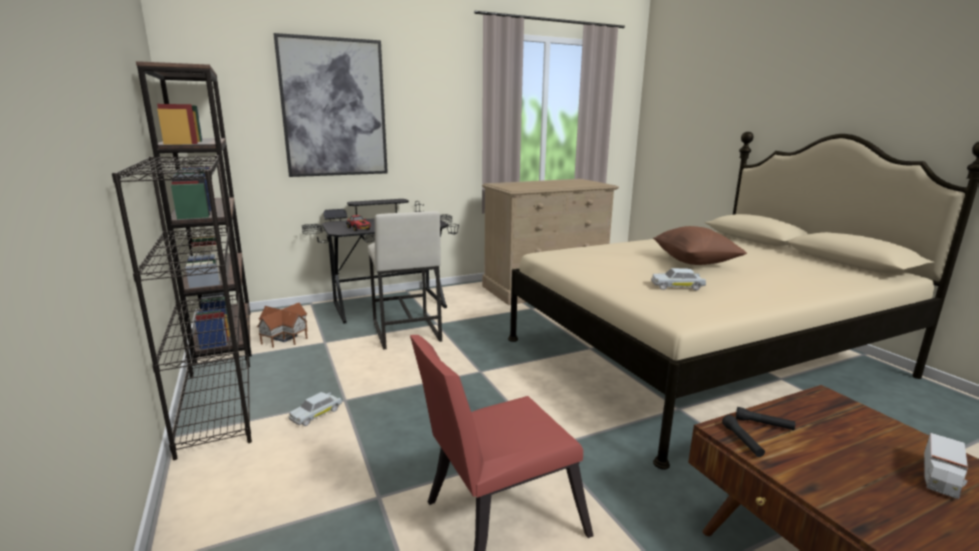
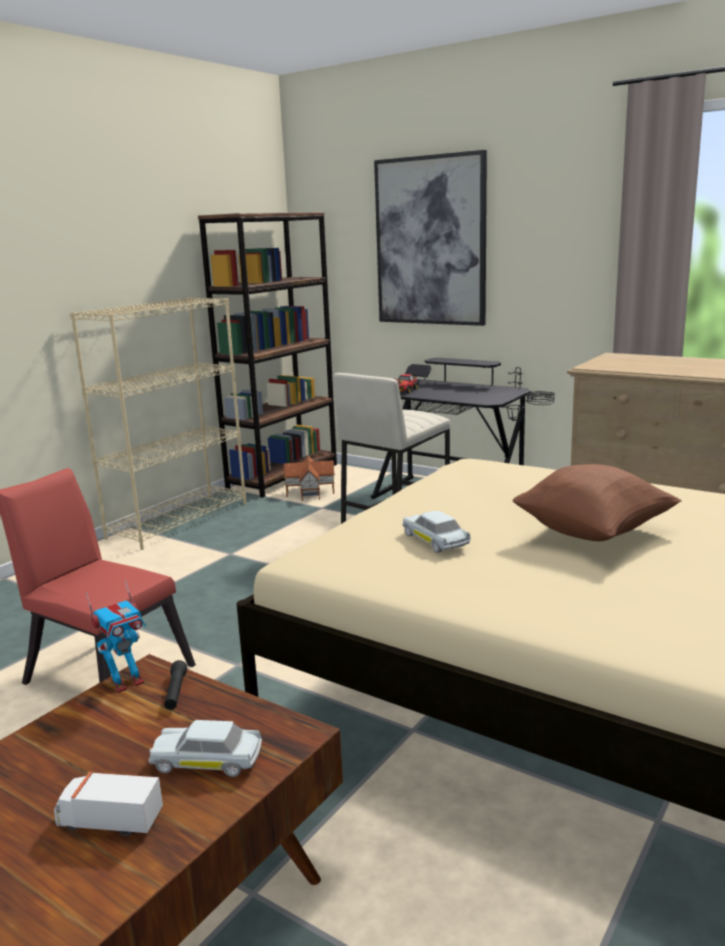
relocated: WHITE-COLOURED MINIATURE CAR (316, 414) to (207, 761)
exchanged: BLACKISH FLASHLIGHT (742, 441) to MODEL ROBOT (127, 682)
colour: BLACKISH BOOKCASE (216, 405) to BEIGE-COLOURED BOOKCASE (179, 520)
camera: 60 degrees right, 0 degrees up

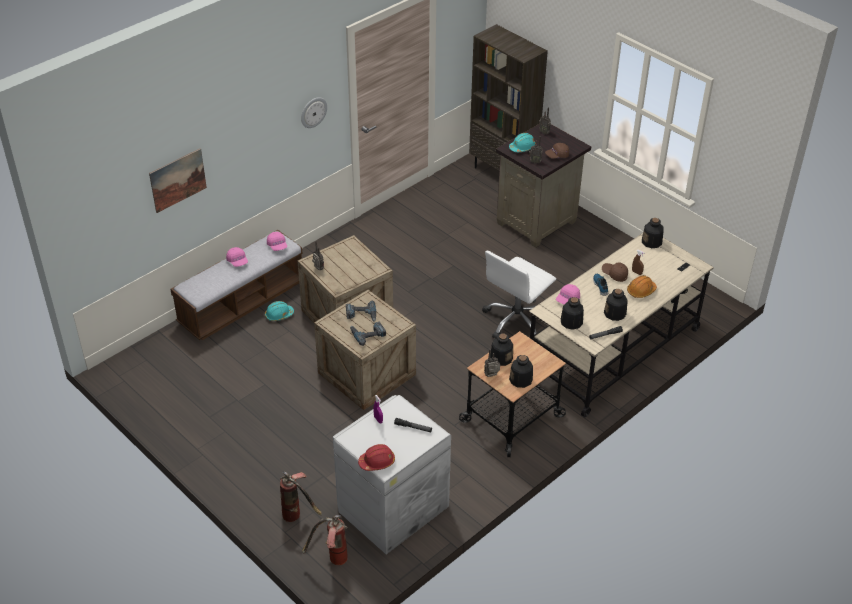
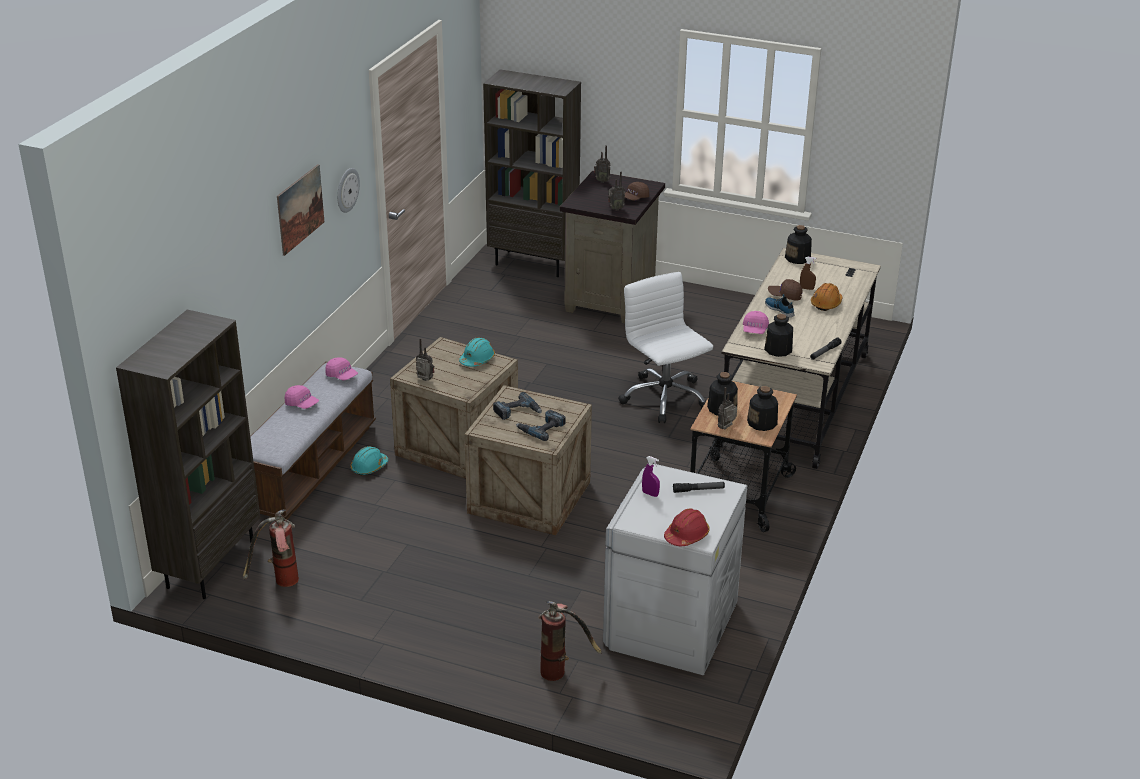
missing: DRINK BOTTLE (615, 314)
appeared: BROWNISH BOOKCASE (210, 565)
relocated: TURQUOISE-COLOURED WORK HELMET (522, 147) to (477, 359); PICTURE (178, 180) to (300, 209); EXTINGUISHER (331, 560) to (279, 584)
spun: WHITE-COLOURED OFFICE CHAIR (516, 320) = (664, 398) 135 degrees clockwise
camera: 25 degrees left, 10 degrees down

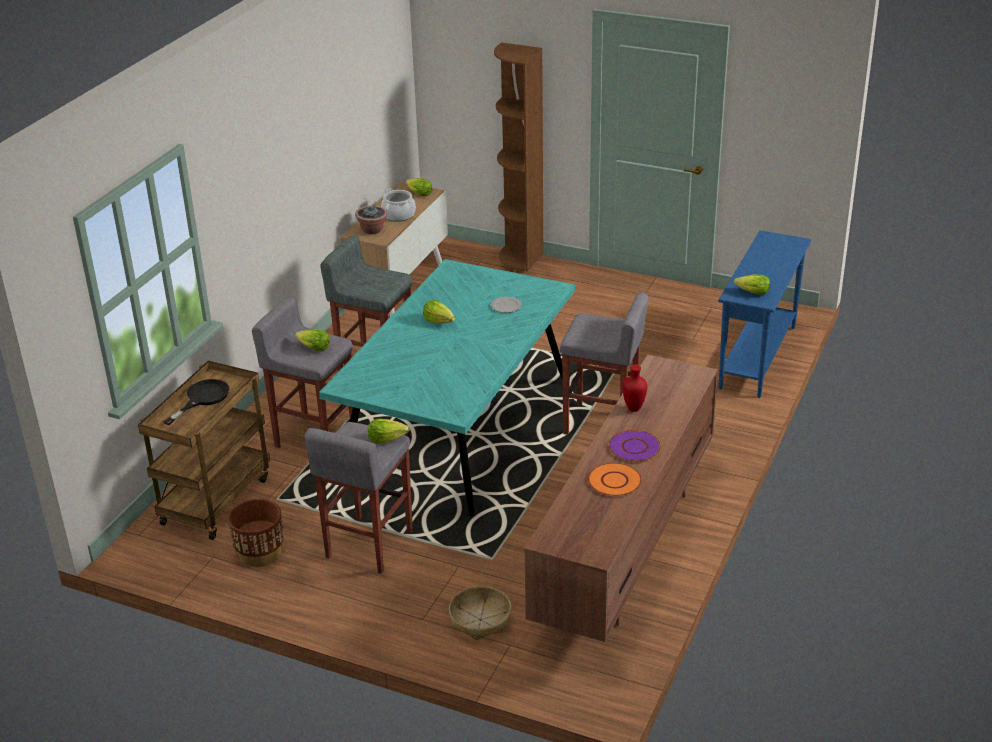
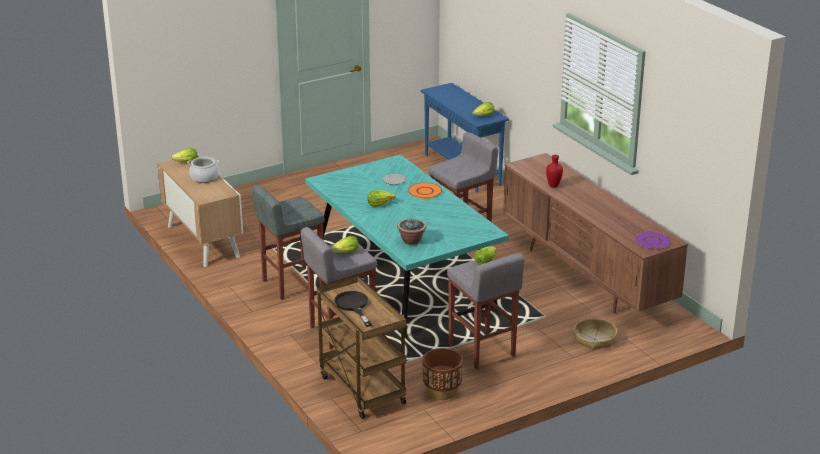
missing: BROWNISH BOOKCASE (518, 263)
relocated: HOUSEPLANT (372, 230) to (411, 241); PURPLISH DINNER PLATE (634, 447) to (652, 241); ORANGE DINNER PLATE (614, 481) to (425, 191)
camera: 55 degrees left, 5 degrees down

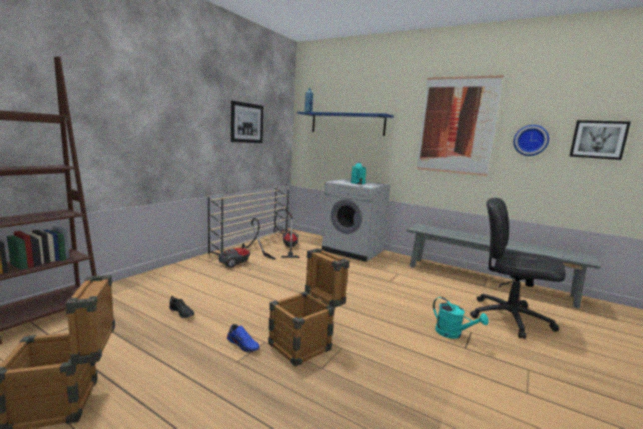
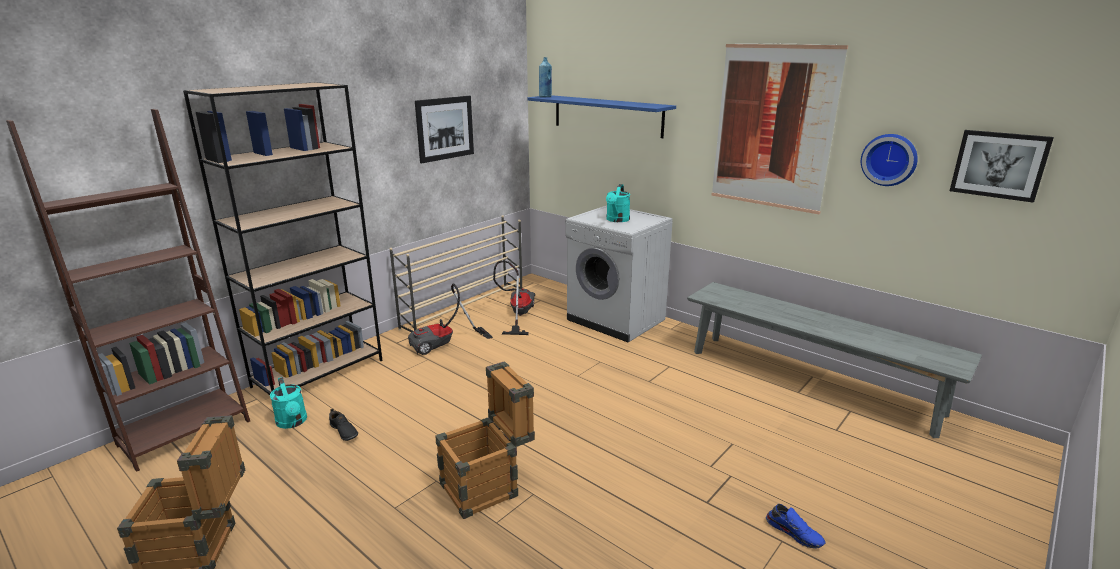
missing: BLACKISH OFFICE CHAIR (509, 317)
appeared: BEIGE-COLOURED BOOKCASE (319, 373)
relocated: TURQUOISE-COLOURED WATERING CAN (453, 334) to (293, 422); BLUE-COLOURED ITEM OF FOOTWEAR (243, 344) to (794, 532)
camera: 10 degrees right, 10 degrees up

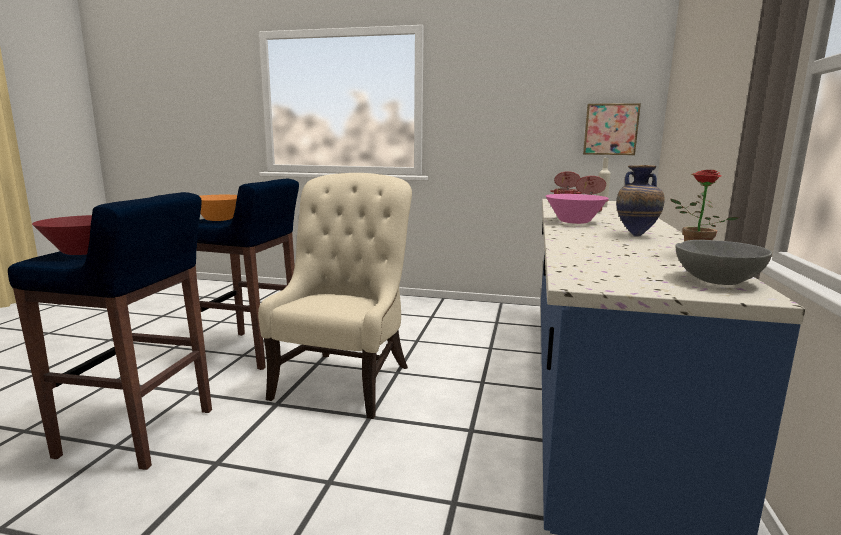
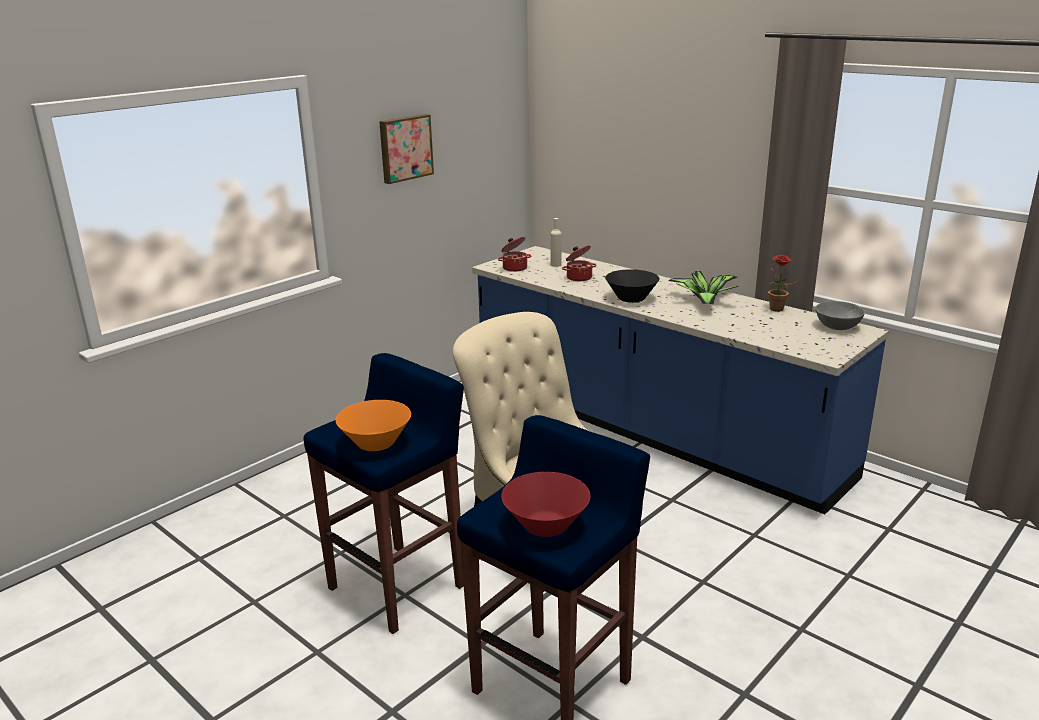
relocated: PICTURE (610, 129) to (405, 148)
exchanged: FLOWER VASE (636, 235) to HOUSEPLANT (704, 300)
colour: PINKISH BOWL (574, 222) to BLACKISH BOWL (631, 299)
camera: 60 degrees left, 10 degrees up

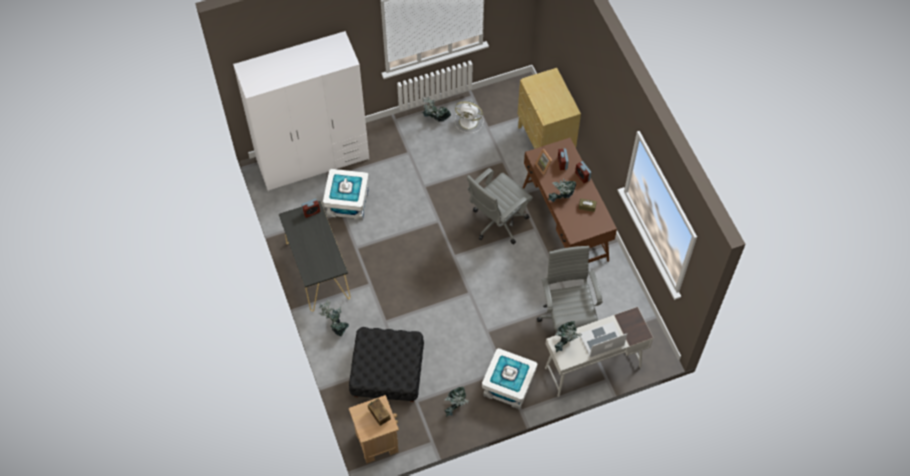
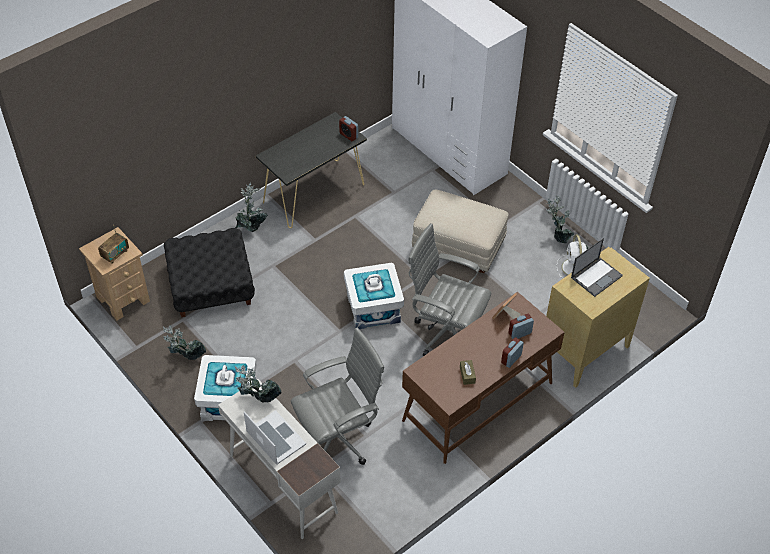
missing: HOUSEPLANT (561, 199)
appeared: BEIGE-COLOURED FOOTREST (458, 246); LAPTOP (596, 276)
relocated: WHITE-COLOURED STORAGE BIN (347, 202) to (373, 308)
camera: 70 degrees right, 10 degrees down

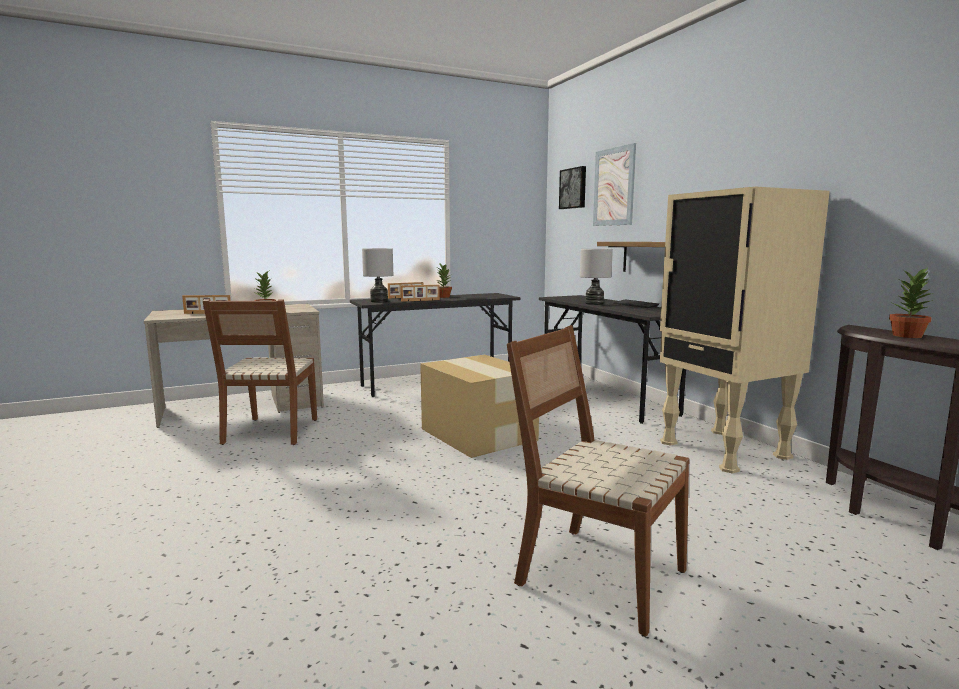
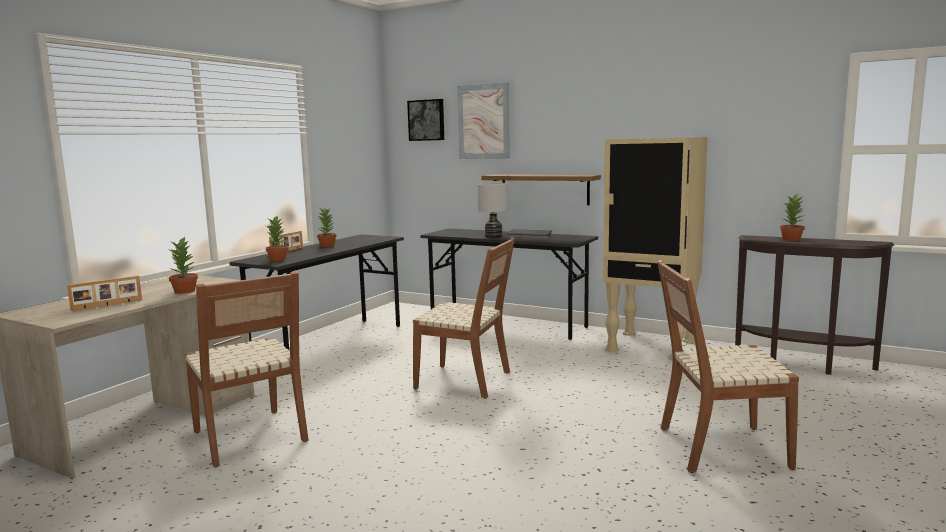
missing: STANDING FRAME (420, 300)
exchanged: GREYISH TABLE LAMP (379, 301) to HOUSEPLANT (278, 259); CARDBOARD BOX (478, 435) to PLAIN CHAIR (467, 382)
camera: 35 degrees left, 0 degrees up

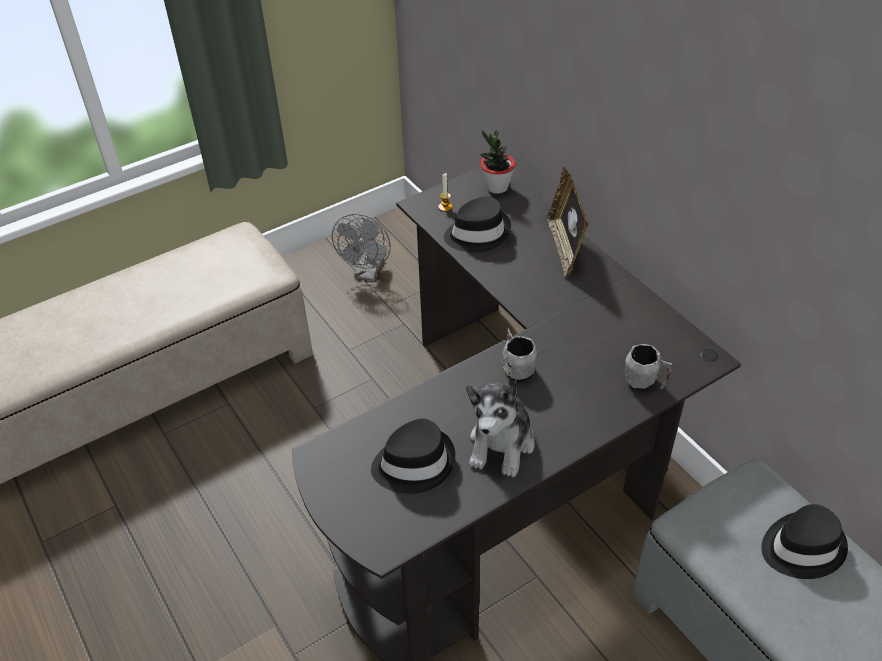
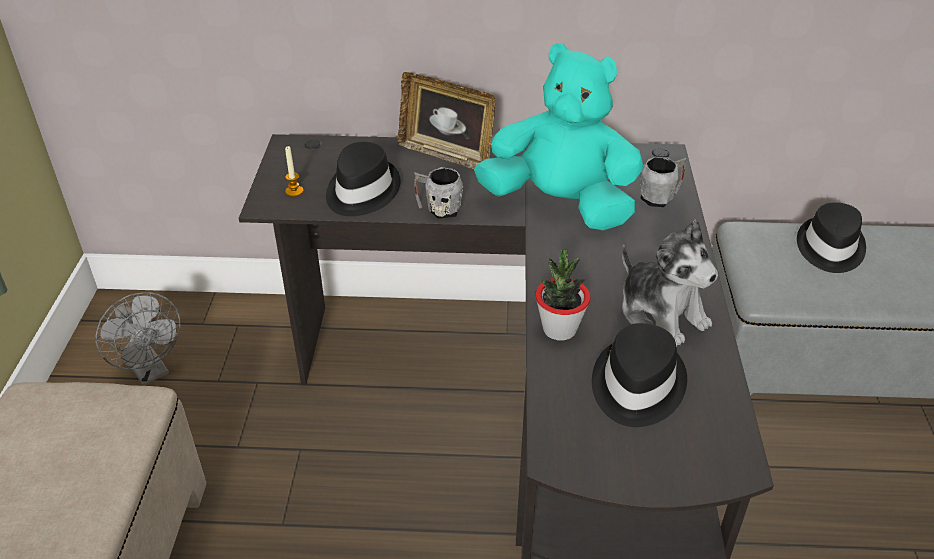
appeared: TURQUOISE-COLOURED CUDDLY TOY (560, 205)
relocated: HOUSEPLANT (497, 187) to (559, 329); GREYISH TEA MUG (516, 368) to (438, 209)
camera: 55 degrees left, 5 degrees down

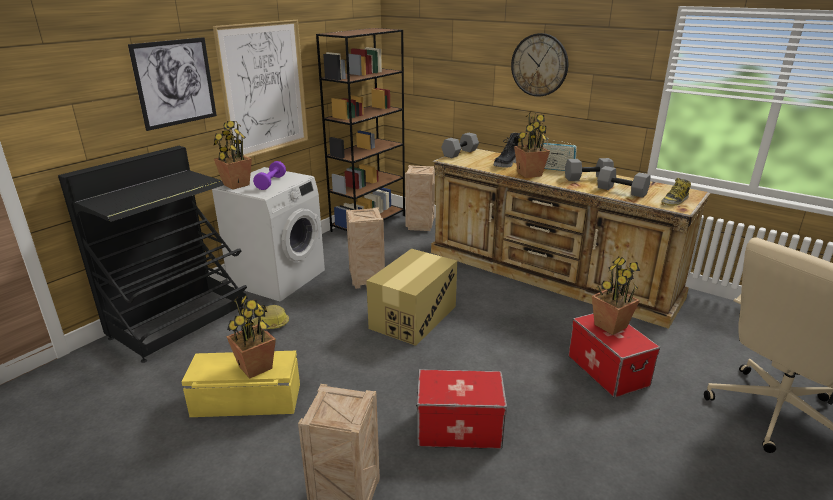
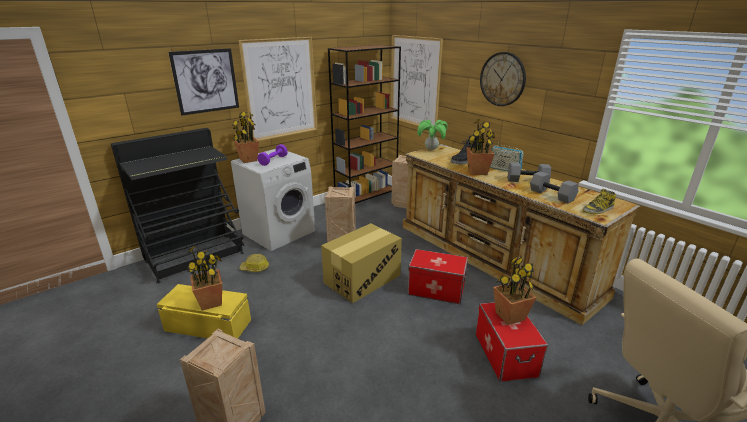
appeared: PICTURE (415, 82)
relocated: STORAGE BIN (459, 428) to (436, 289)
exchanged: GREYISH FREE WEIGHT (460, 153) to HOUSEPLANT (431, 149)
camera: 15 degrees right, 0 degrees up

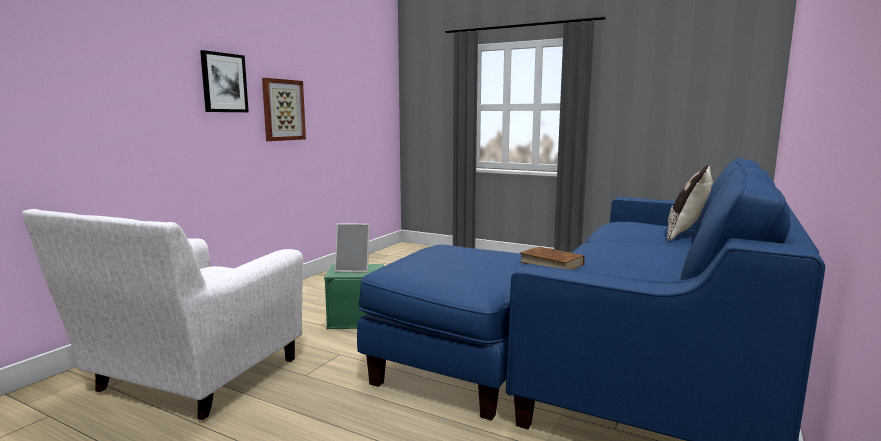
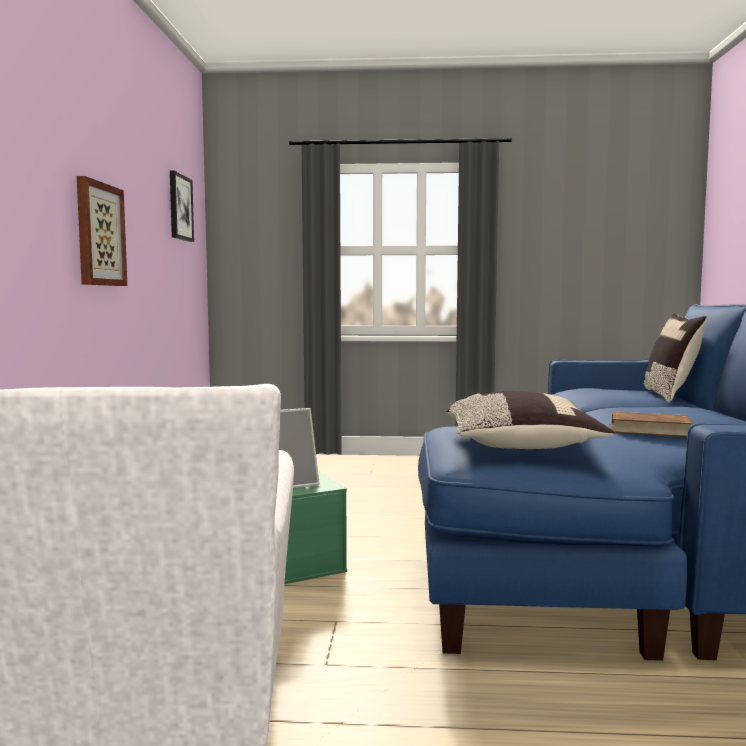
appeared: THROW PILLOW (520, 445)
relocated: PICTURE (224, 83) to (180, 207)
camera: 25 degrees left, 5 degrees down

